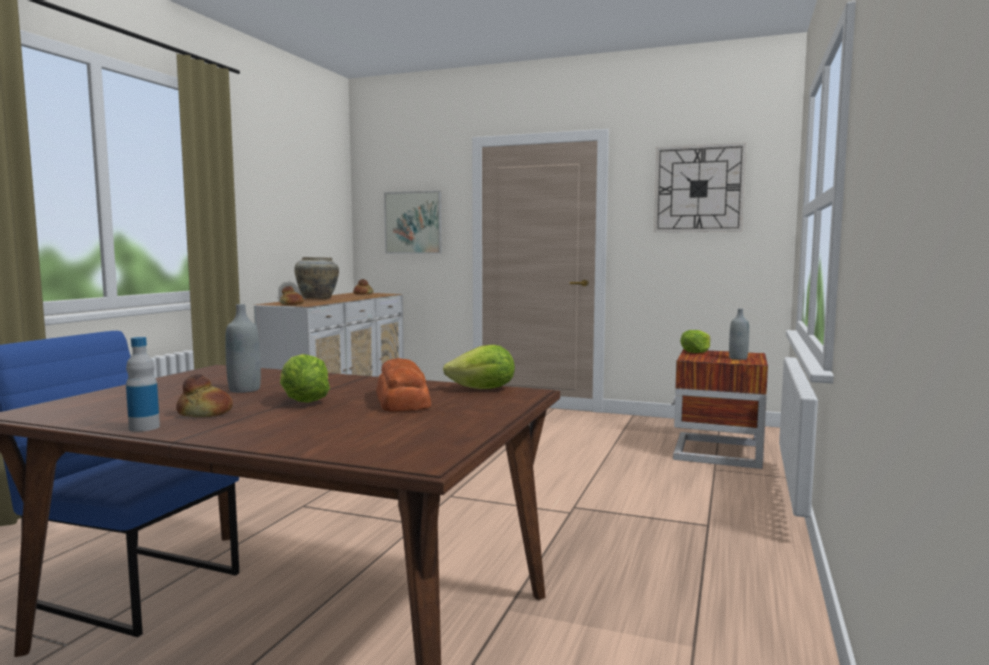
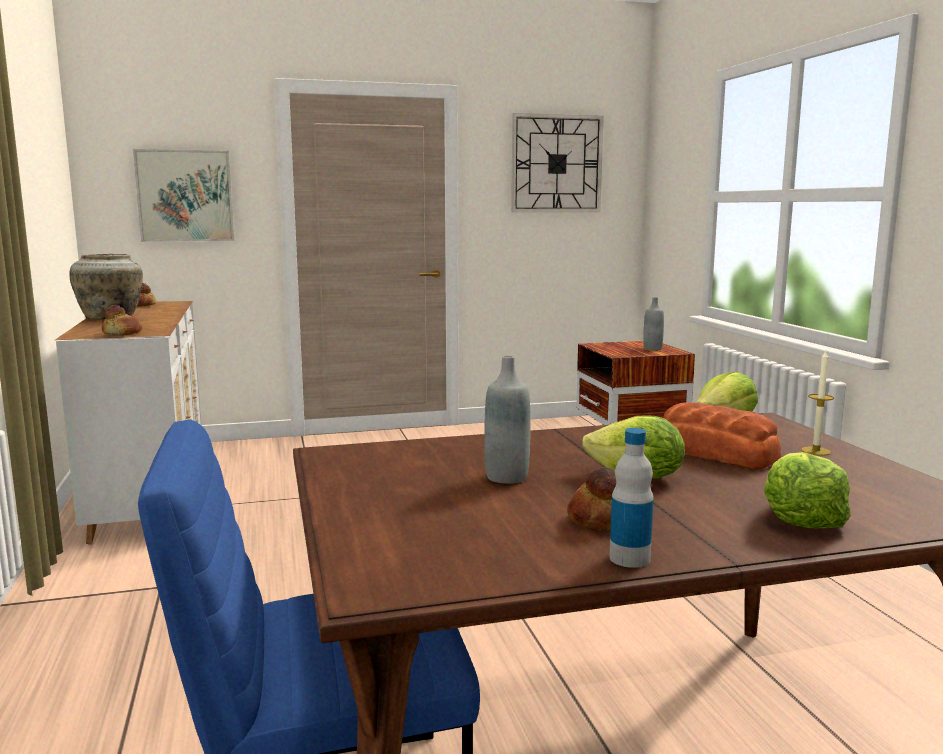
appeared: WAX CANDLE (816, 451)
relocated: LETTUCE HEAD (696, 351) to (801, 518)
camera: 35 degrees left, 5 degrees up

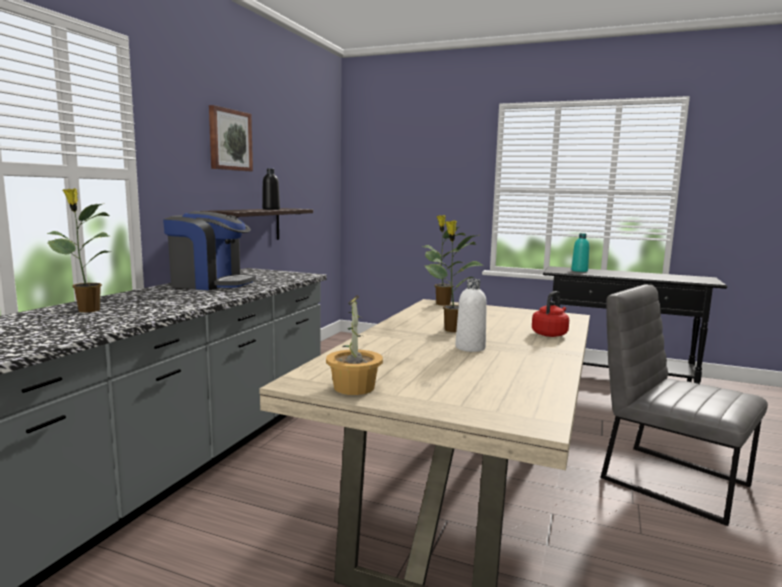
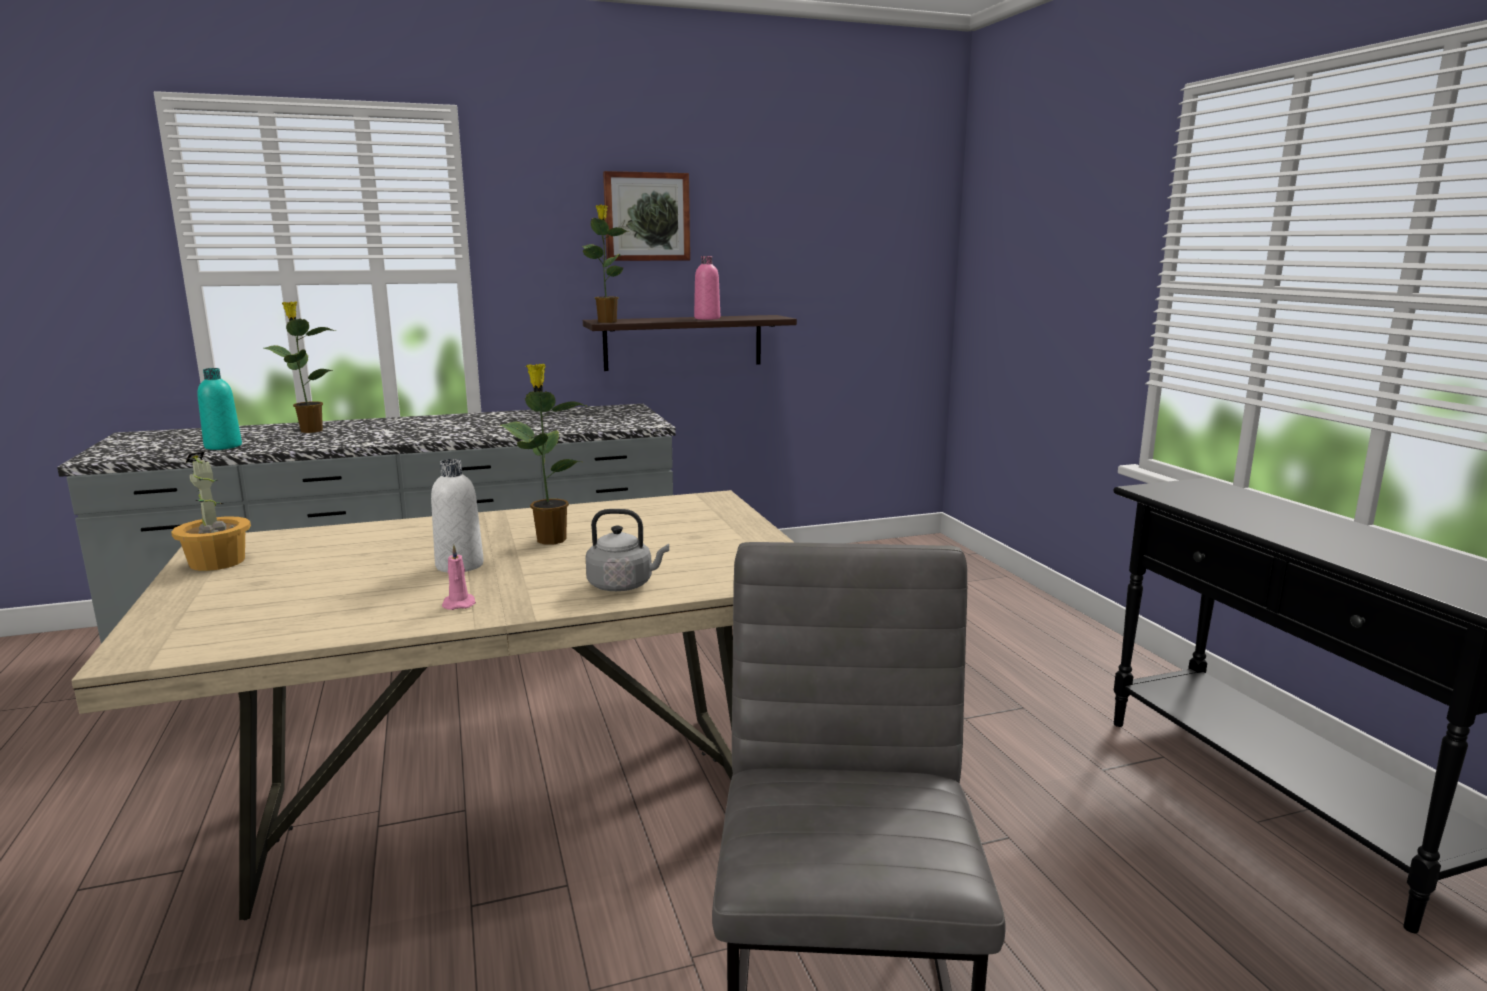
missing: COFFEE MAKER (210, 284)
appeared: PINKISH WAX CANDLE (459, 604)
relocated: HOUSEPLANT (442, 304) to (607, 321); TURQUOISE-COLOURED DRINK BOTTLE (579, 270) to (223, 446)
colour: BLACKISH DRINK BOTTLE (271, 209) to PINKISH DRINK BOTTLE (707, 318); RED WATER KETTLE (550, 334) to GREYISH WATER KETTLE (623, 585)
camera: 50 degrees right, 5 degrees up

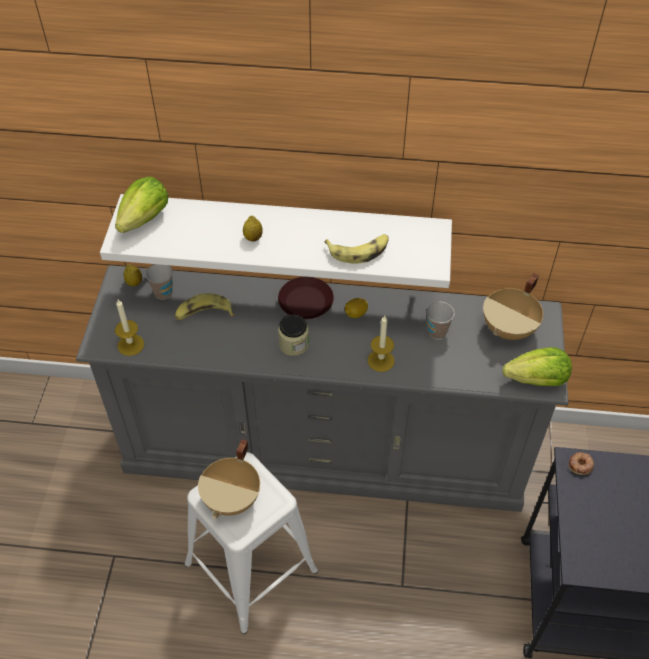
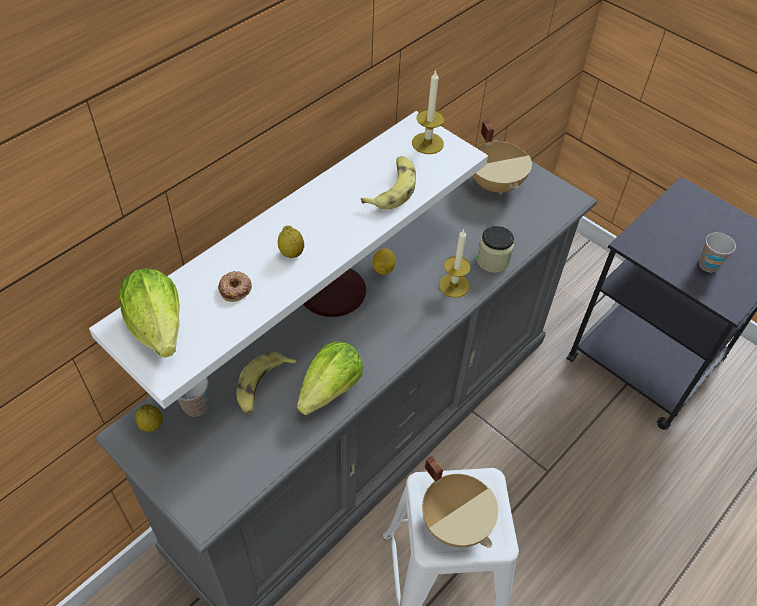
relocated: WAX CANDLE (130, 345) to (427, 143); CUP (437, 332) to (708, 265); STORAGE JAR (294, 344) to (492, 260); LETTUCE HEAD (537, 380) to (330, 390); RING DOUGHNUT (581, 465) to (235, 288)
camera: 55 degrees left, 0 degrees up

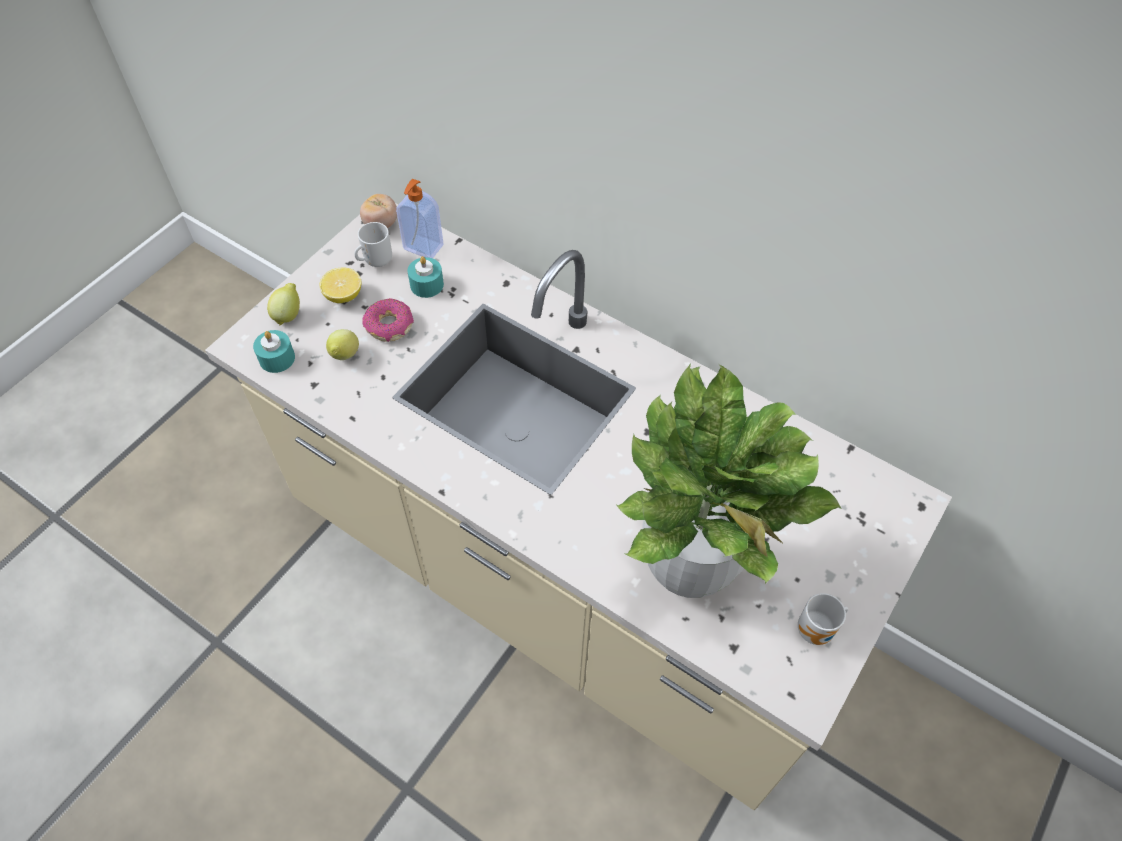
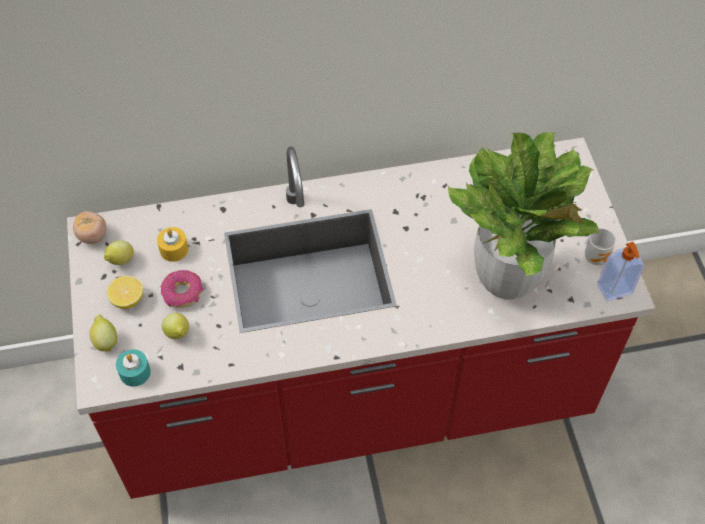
relocated: SOAP BOTTLE (422, 248) to (615, 290)
exchanged: TEA MUG (376, 261) to CITRUS FRUIT (120, 261)
colour: BEIGE-COLOURED KITCHEN COUNTER (558, 579) to RED KITCHEN COUNTER (352, 396); TURQUOISE-COLOURED WAX CANDLE (427, 284) to YELLOW WAX CANDLE (174, 249)
camera: 45 degrees left, 0 degrees up

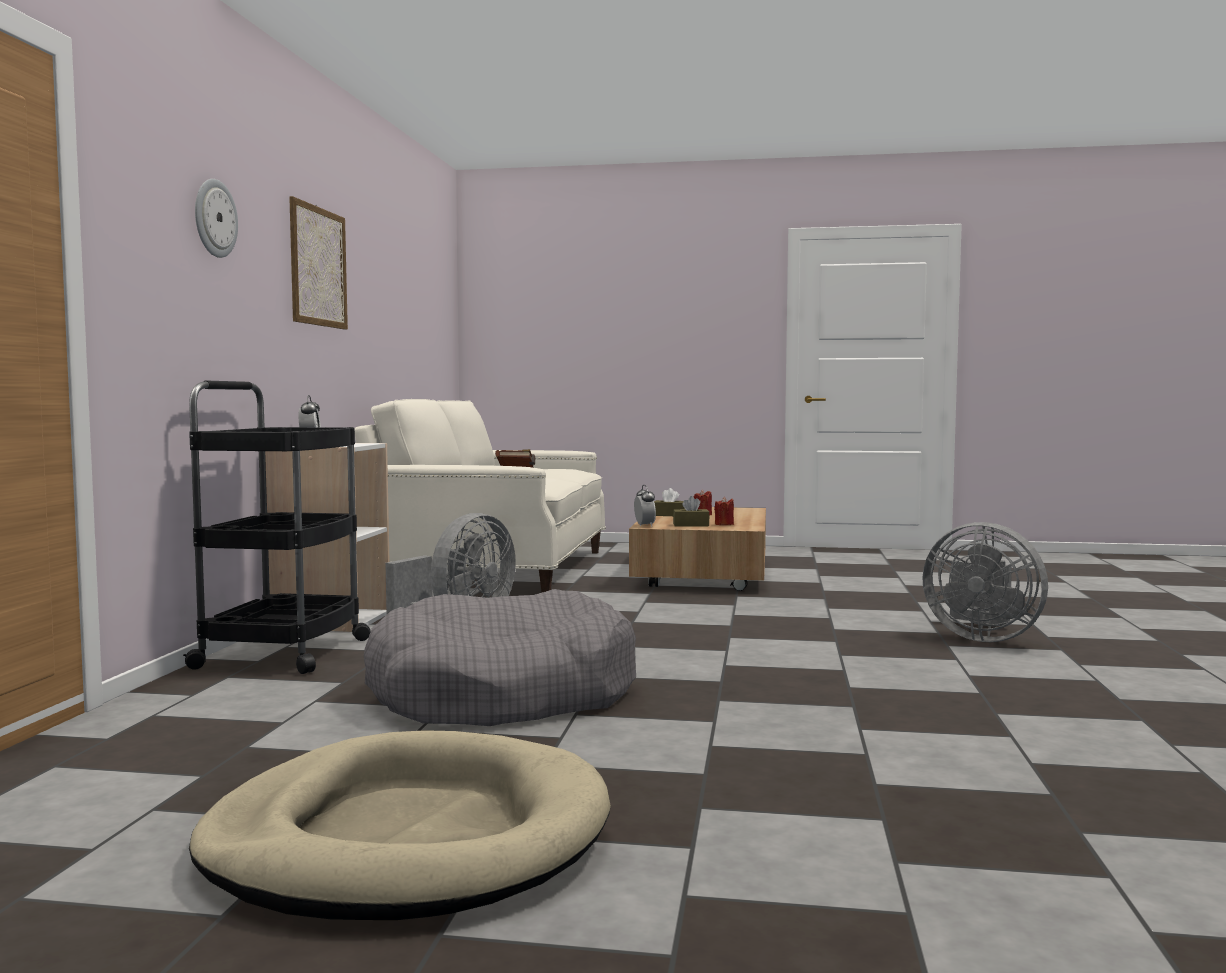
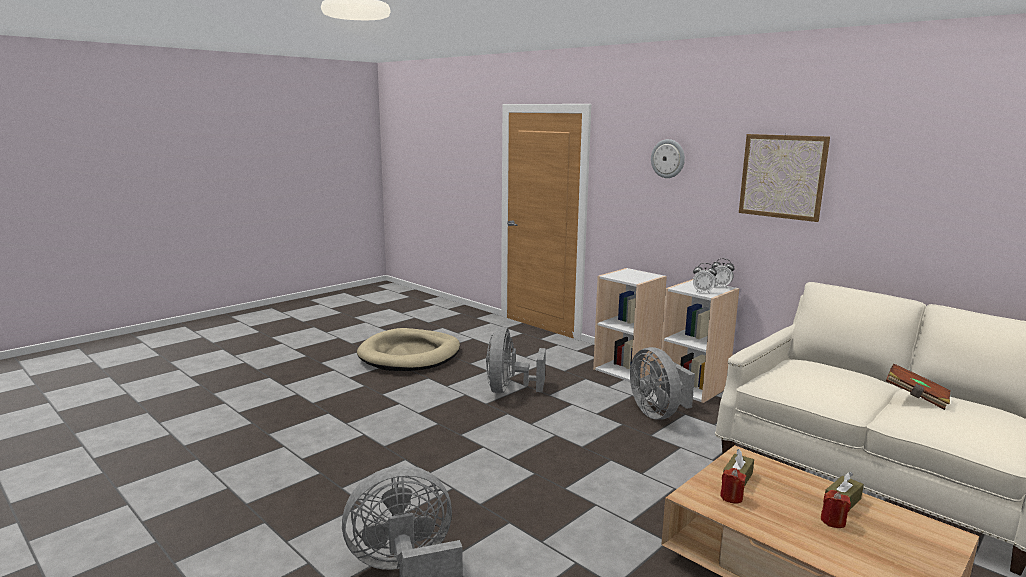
relocated: BEDSIDE CLOCK (644, 525) to (703, 292)
exchanged: BLACKISH CART (284, 653) to BOOKCASE (627, 369); GREYISH DOG CUSHION (502, 694) to GREYISH FAN (509, 390)
camera: 125 degrees right, 10 degrees up

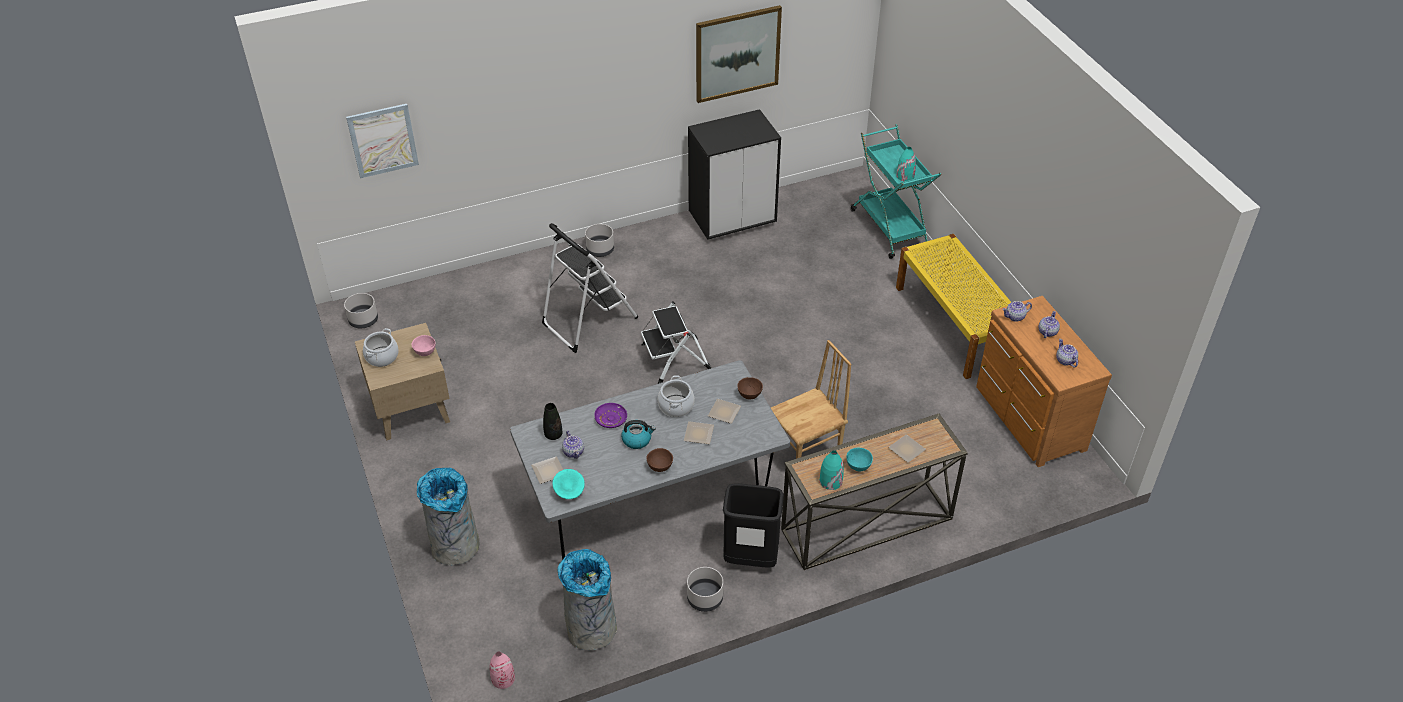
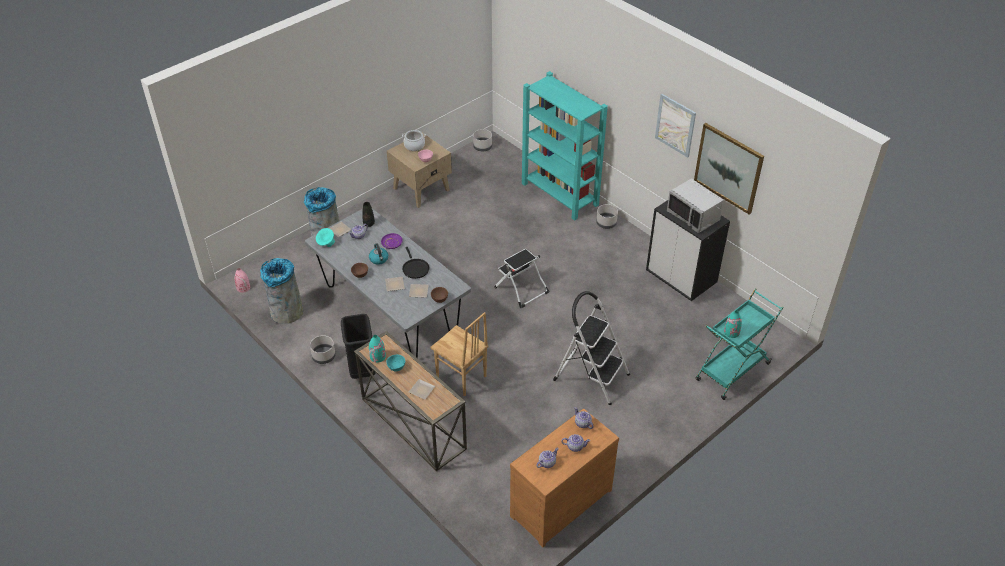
missing: YELLOW INDOOR BENCH (956, 324)
appeared: TURQUOISE-COLOURED BOOKCASE (560, 194); GREYISH KITCHEN MICROWAVE (693, 216)
relocated: PICTURE (383, 140) to (675, 125); STEPLADDER (587, 321) to (589, 376)
exchanged: COOKING POT (676, 406) to BLACKISH FRYING PAN (415, 268)
camera: 70 degrees right, 0 degrees up

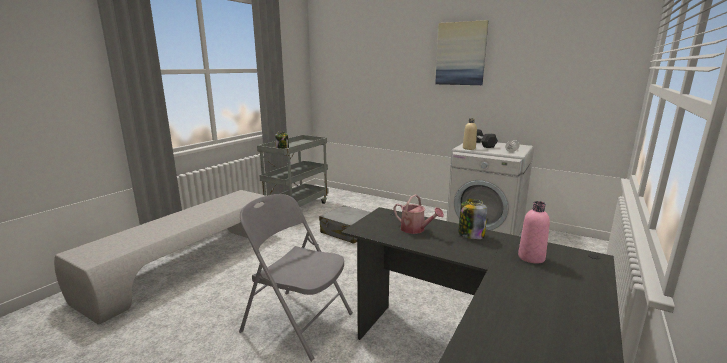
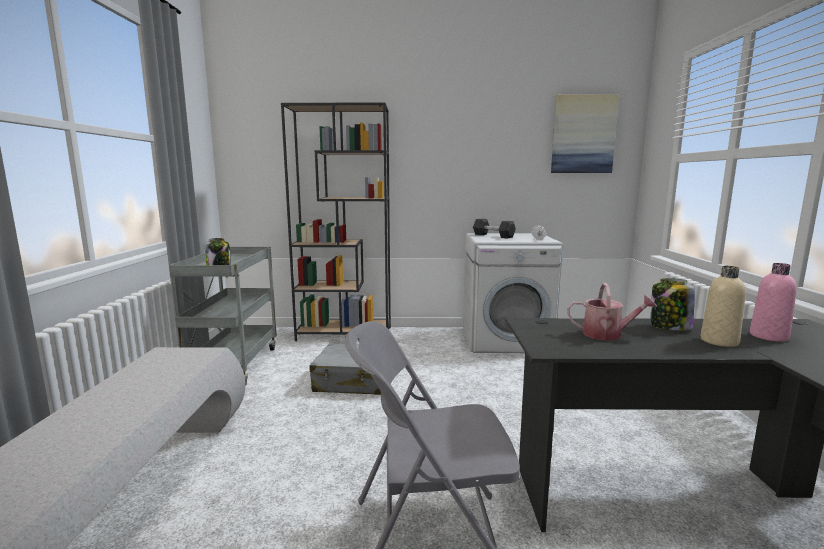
appeared: BOOKCASE (345, 334)
relocated: PICTURE (461, 54) to (583, 134); BEIGE-COLOURED DRINK BOTTLE (469, 148) to (719, 341)
camera: 30 degrees left, 5 degrees down

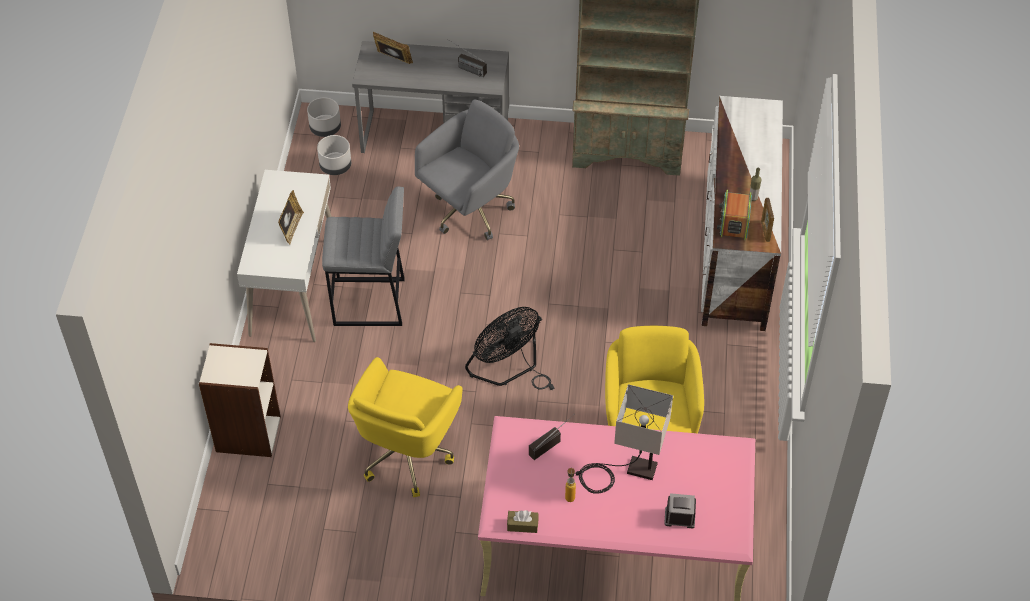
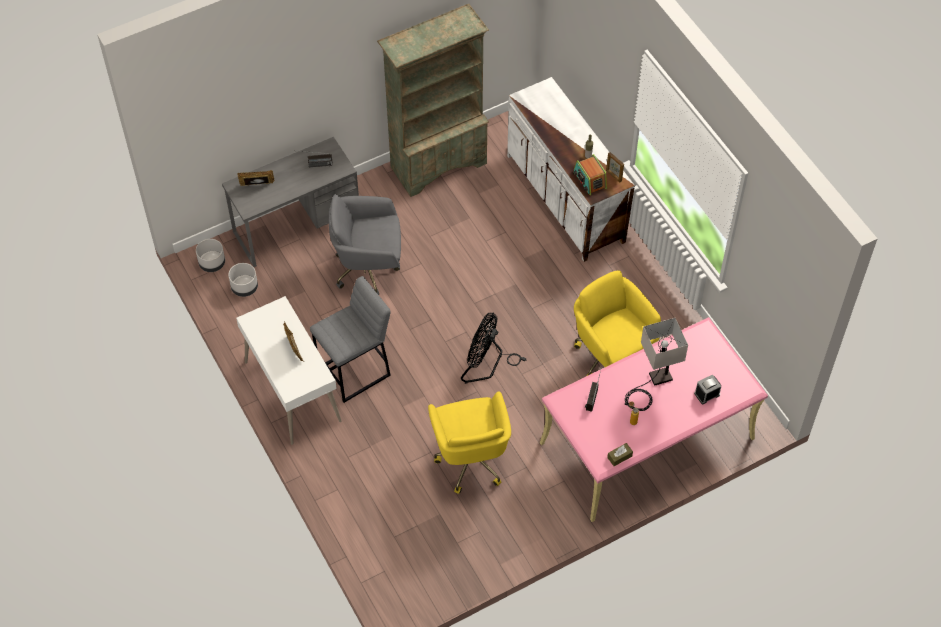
missing: BOOKCASE (247, 434)
spun: GREYISH OFFICE CHAIR (469, 214) = (369, 269) 105 degrees counterclockwise
camera: 35 degrees left, 5 degrees up

